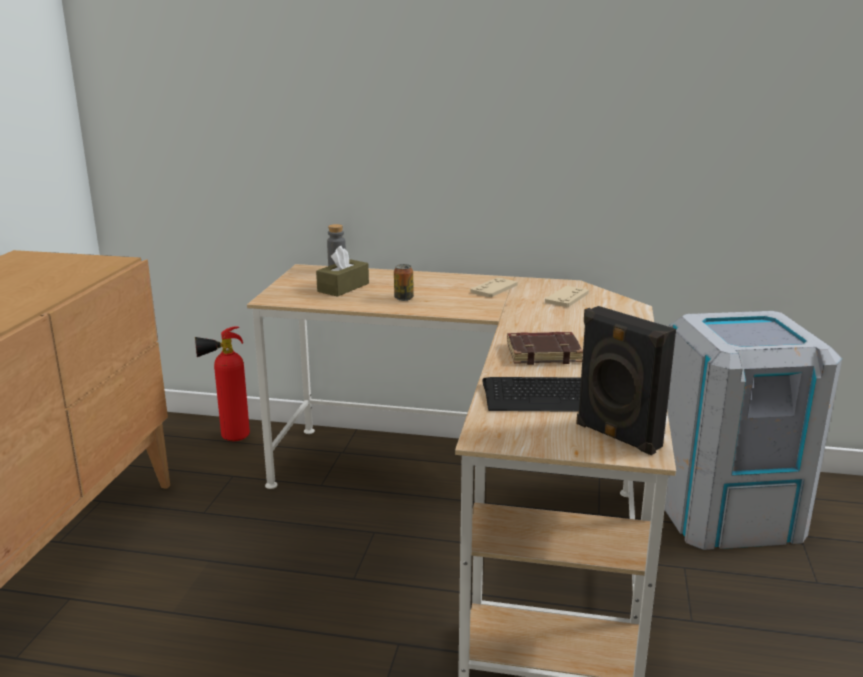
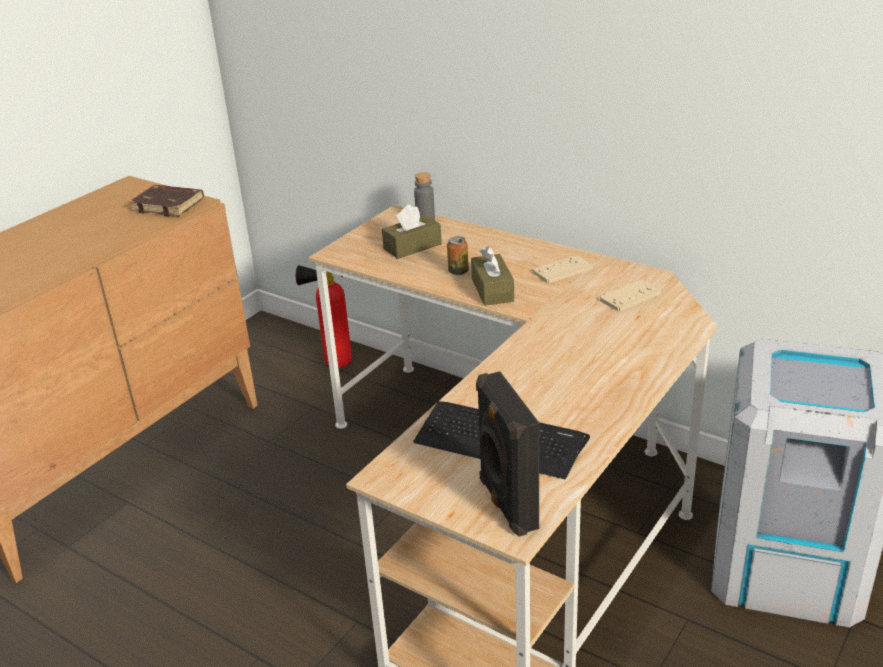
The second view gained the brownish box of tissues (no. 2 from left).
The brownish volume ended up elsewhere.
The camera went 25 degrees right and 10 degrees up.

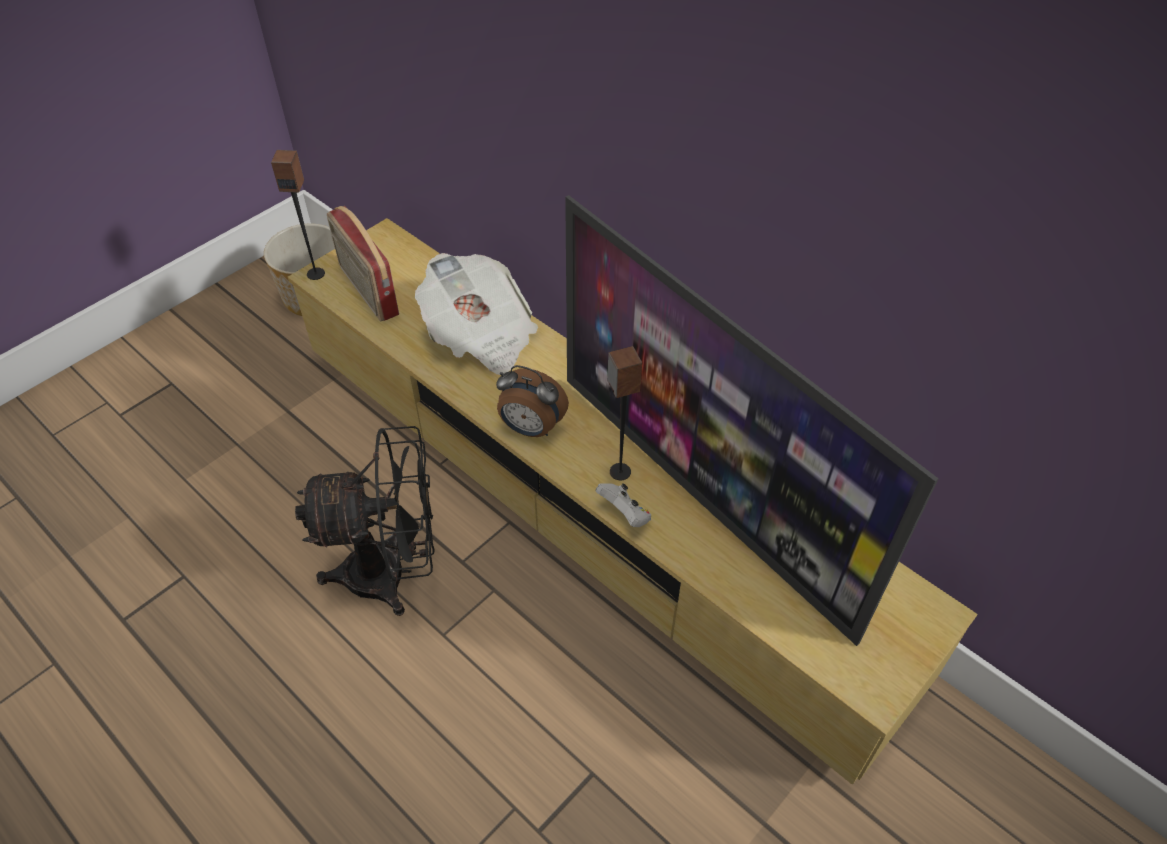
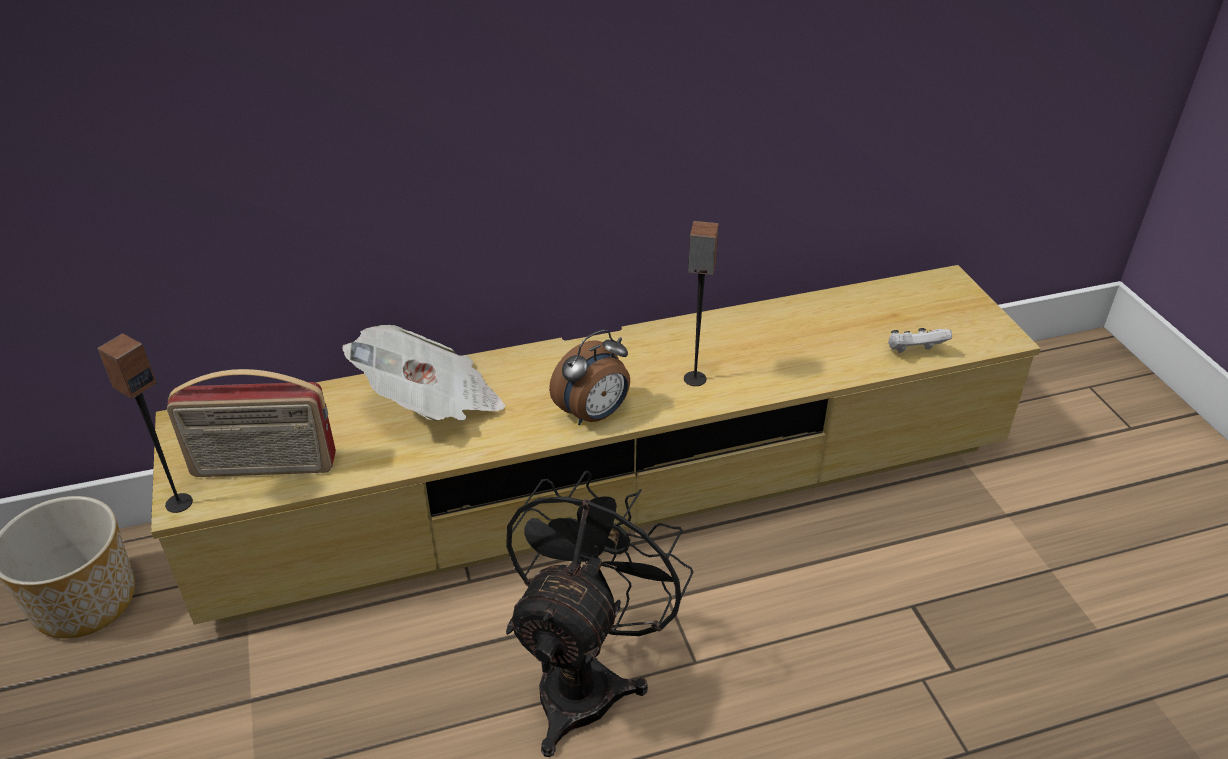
The second view lost the television.
The whitish joypad ended up elsewhere.
The camera went 60 degrees left and 10 degrees down.

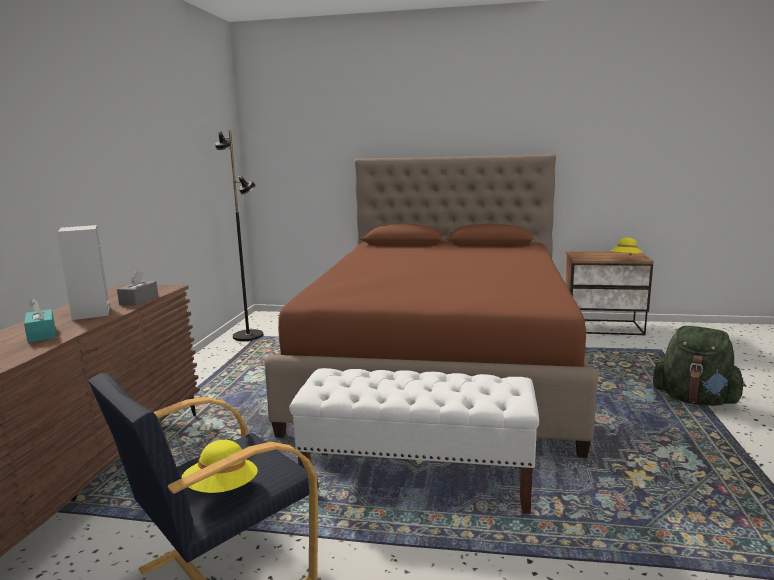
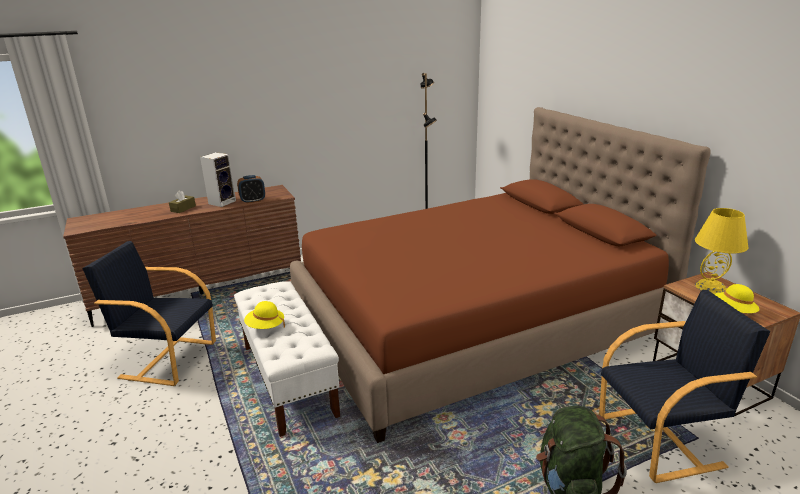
The second view gained the blackish armchair (no. 2 from left).
The second view gained the yellow-coloured table lamp.
The yellow-coloured hat (no. 1 from left) ended up elsewhere.
Where the grey box of tissues stood, the table clock came to stand.
What was the blue-green box of tissues turned into the brownish box of tissues.
The camera went 55 degrees right and 10 degrees up.

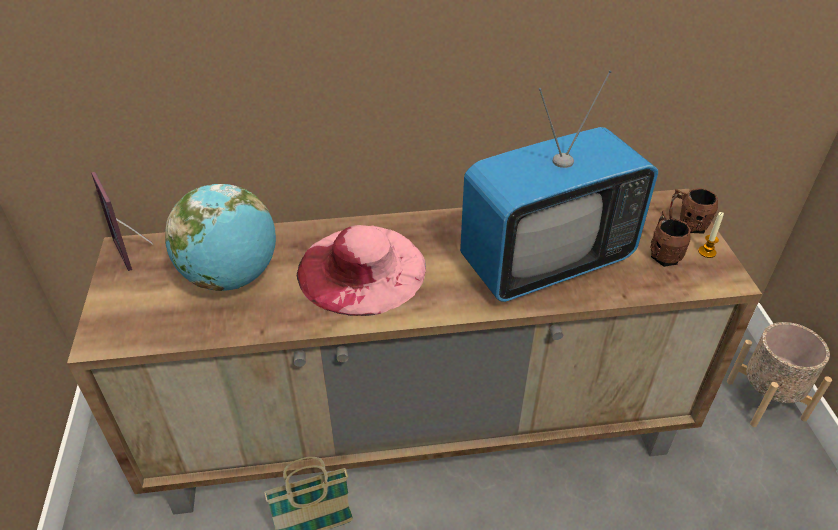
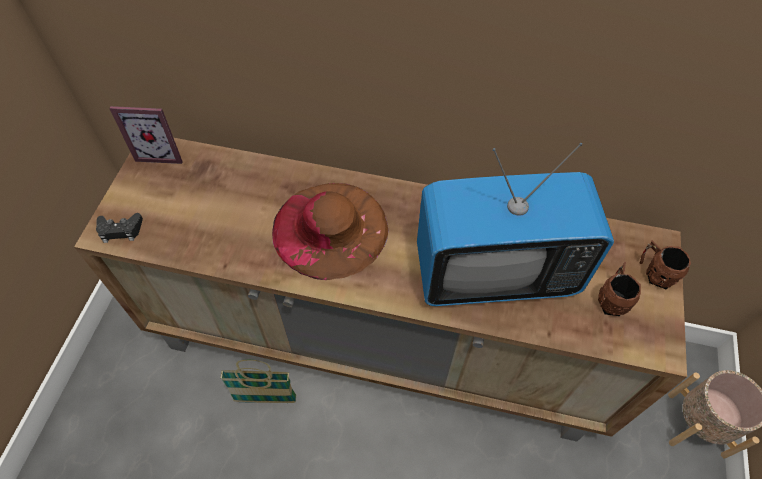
The second view lost the globe.
The second view lost the wax light.
The second view gained the blackish joypad.
What was the pink-coloured hat turned into the brownish hat.
The picture frame ended up facing another way, 75 degrees counterclockwise from before.
The camera went 20 degrees right and 15 degrees up.

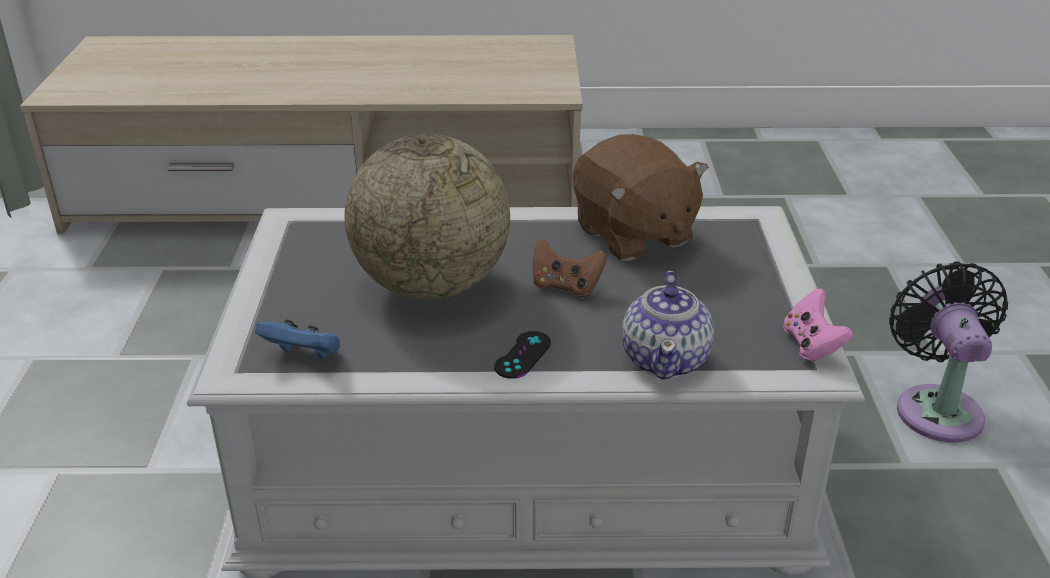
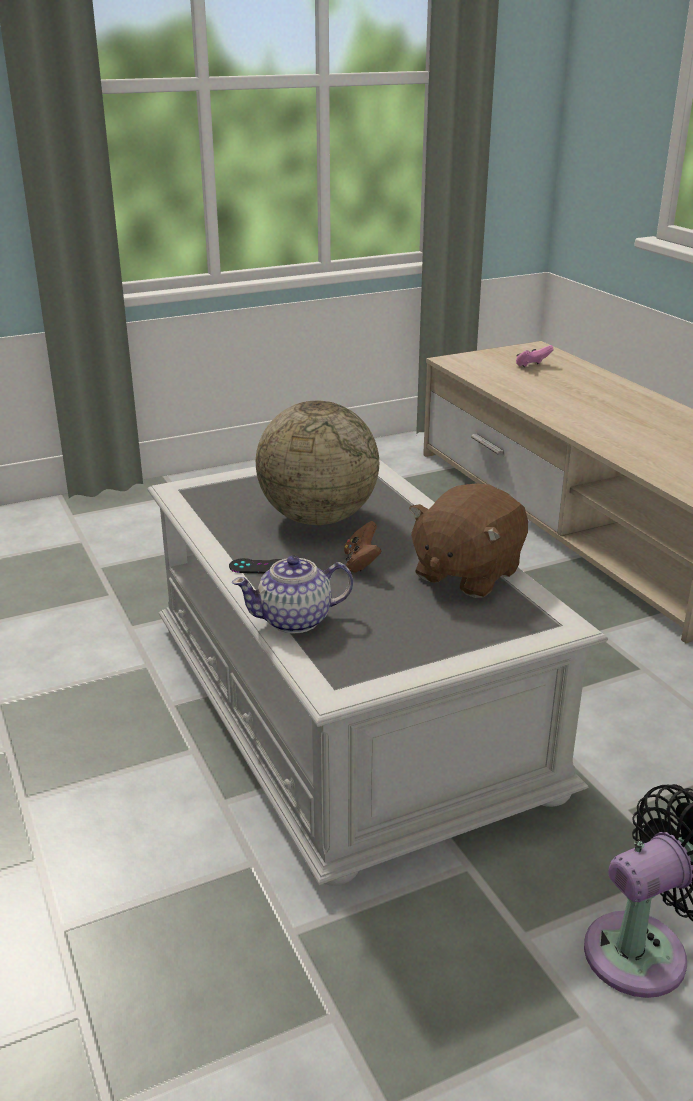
The second view lost the blue-coloured joypad.
The pink-coloured joypad ended up elsewhere.
The camera went 65 degrees right and 5 degrees down.

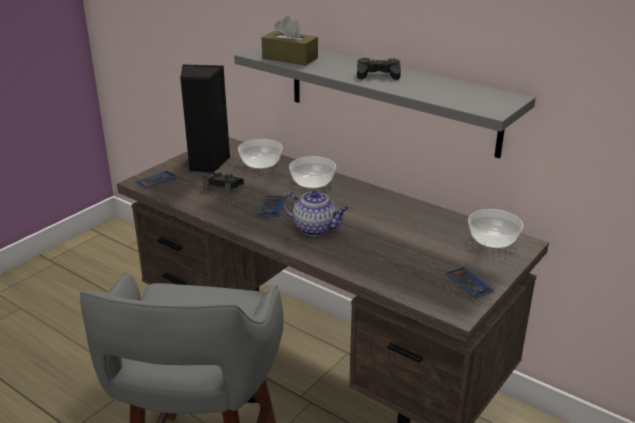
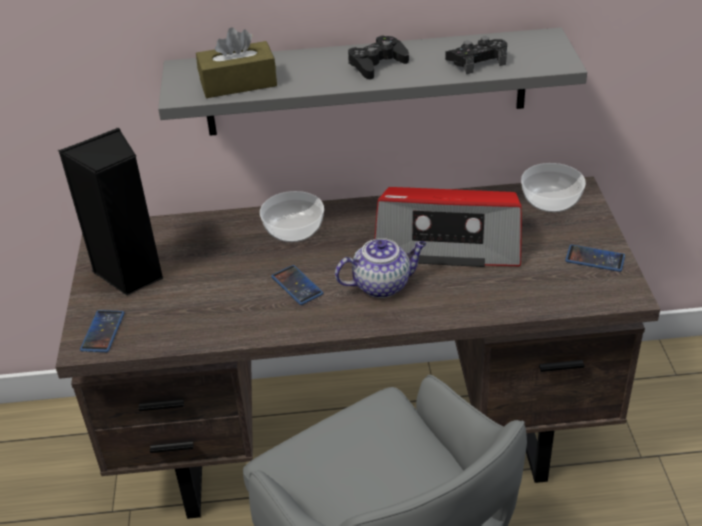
The second view lost the deep dish (no. 1 from left).
The second view gained the radio set.
The blackish joypad (no. 1 from left in the first image) ended up elsewhere.
The camera went 40 degrees left and 10 degrees up.

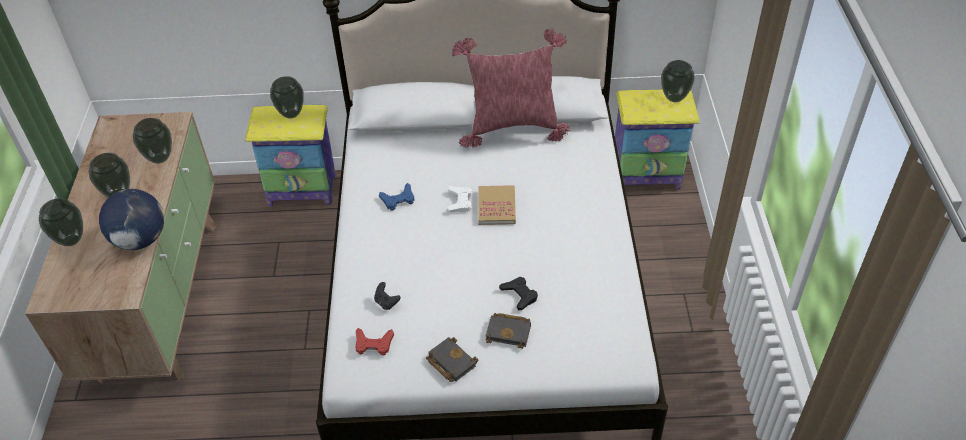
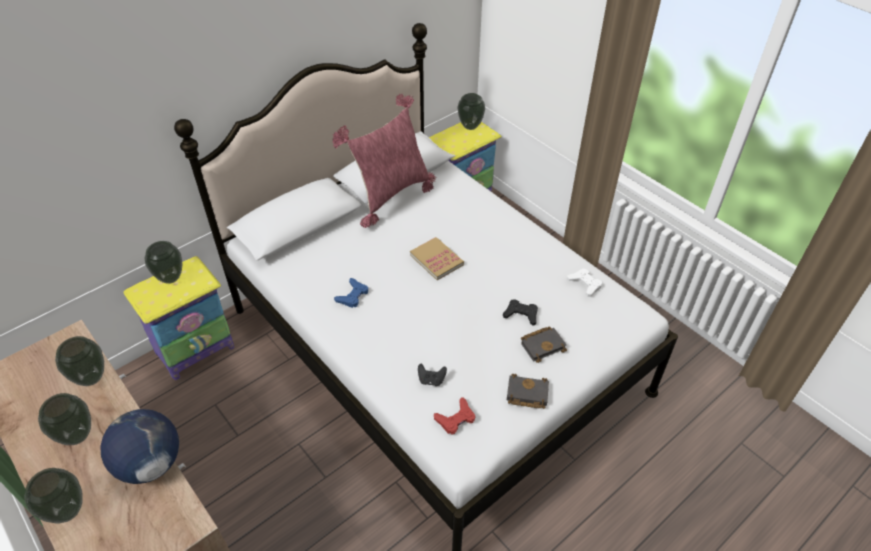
The whitish joypad ended up elsewhere.
The camera went 40 degrees left and 0 degrees up.

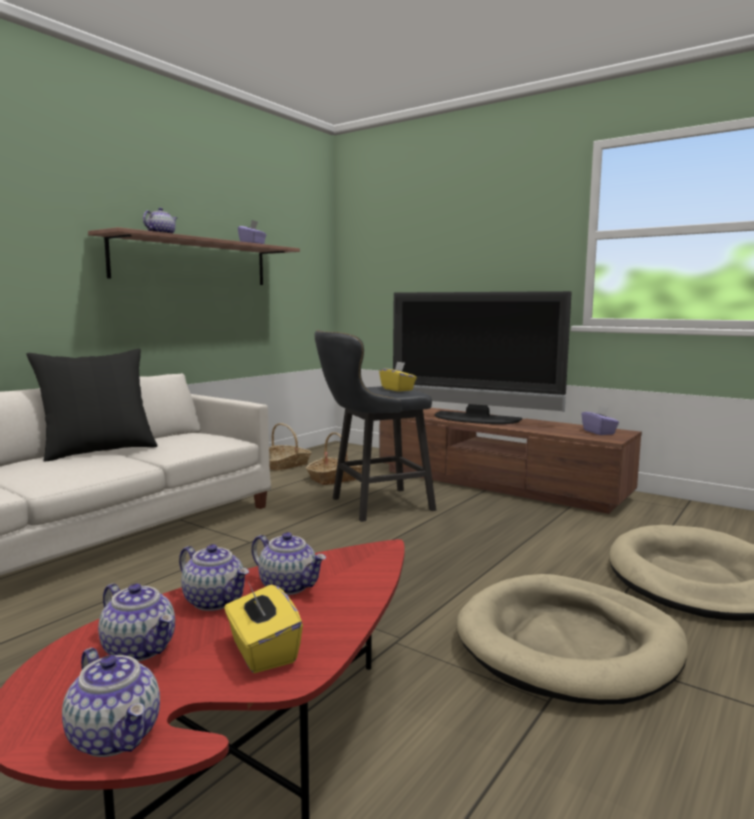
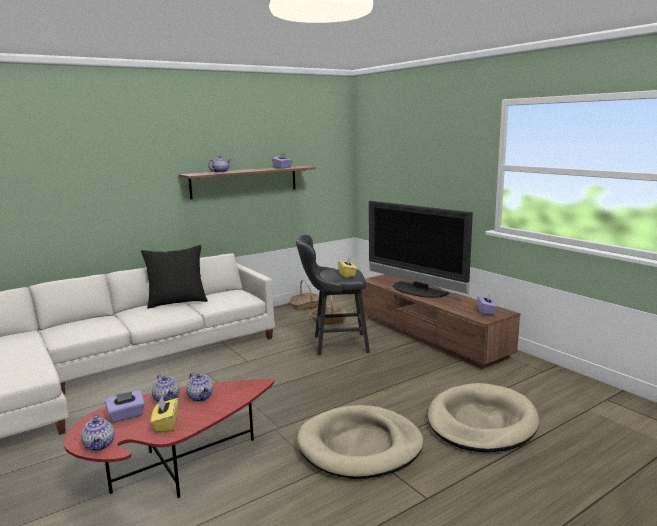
Where the tea pot (no. 2 from left) stood, the purple box of tissues (no. 1 from left) came to stand.
The camera went 20 degrees right and 5 degrees up.

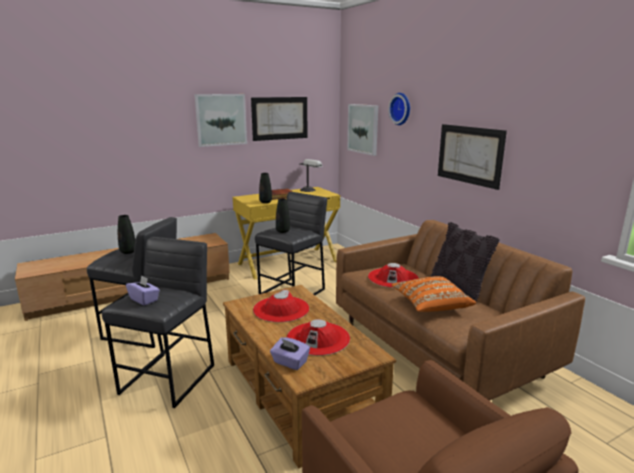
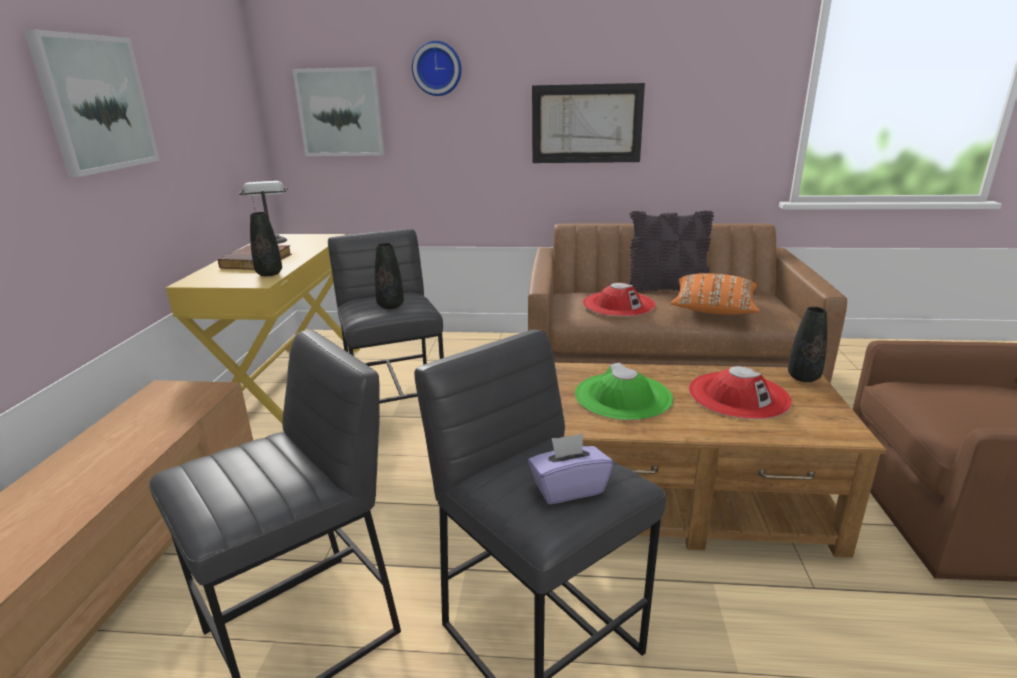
The second view lost the wall picture (no. 2 from left).
The second view lost the purple box of tissues (no. 2 from left).
The blackish vase (no. 1 from left in the first image) ended up elsewhere.
What was the red hat (no. 1 from left) turned into the green-coloured hat.
The camera went 55 degrees left and 5 degrees up.

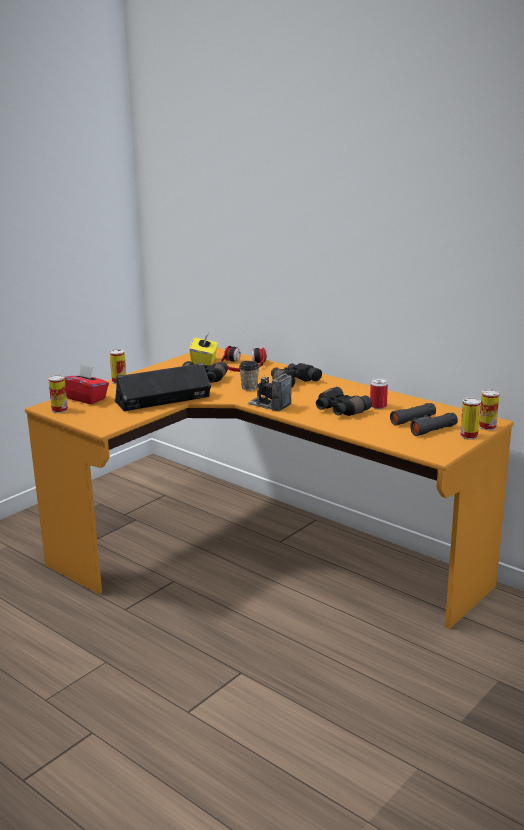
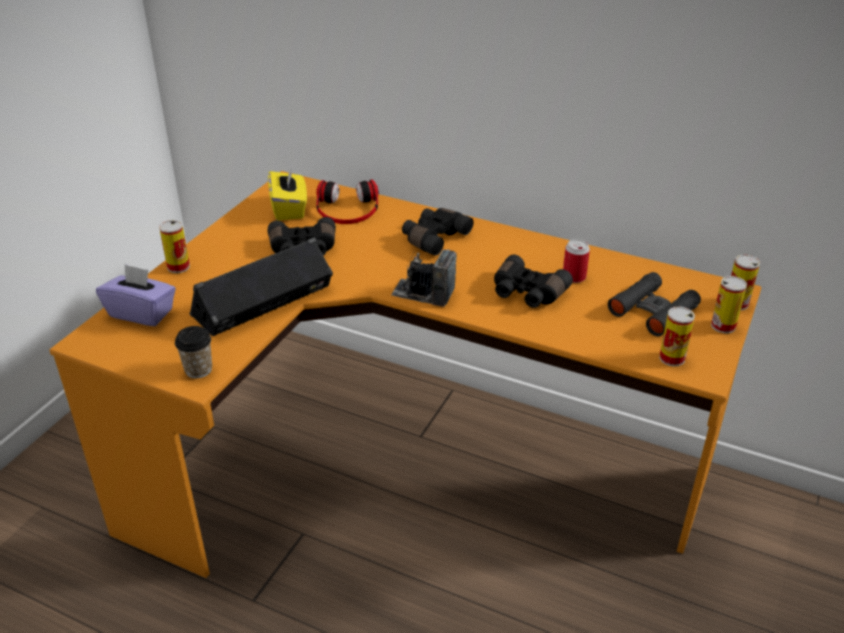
The sealed can (no. 1 from left in the first image) ended up elsewhere.
The drinking cup ended up elsewhere.
What was the red box of tissues turned into the purple box of tissues.
The camera went 15 degrees left and 15 degrees up.

